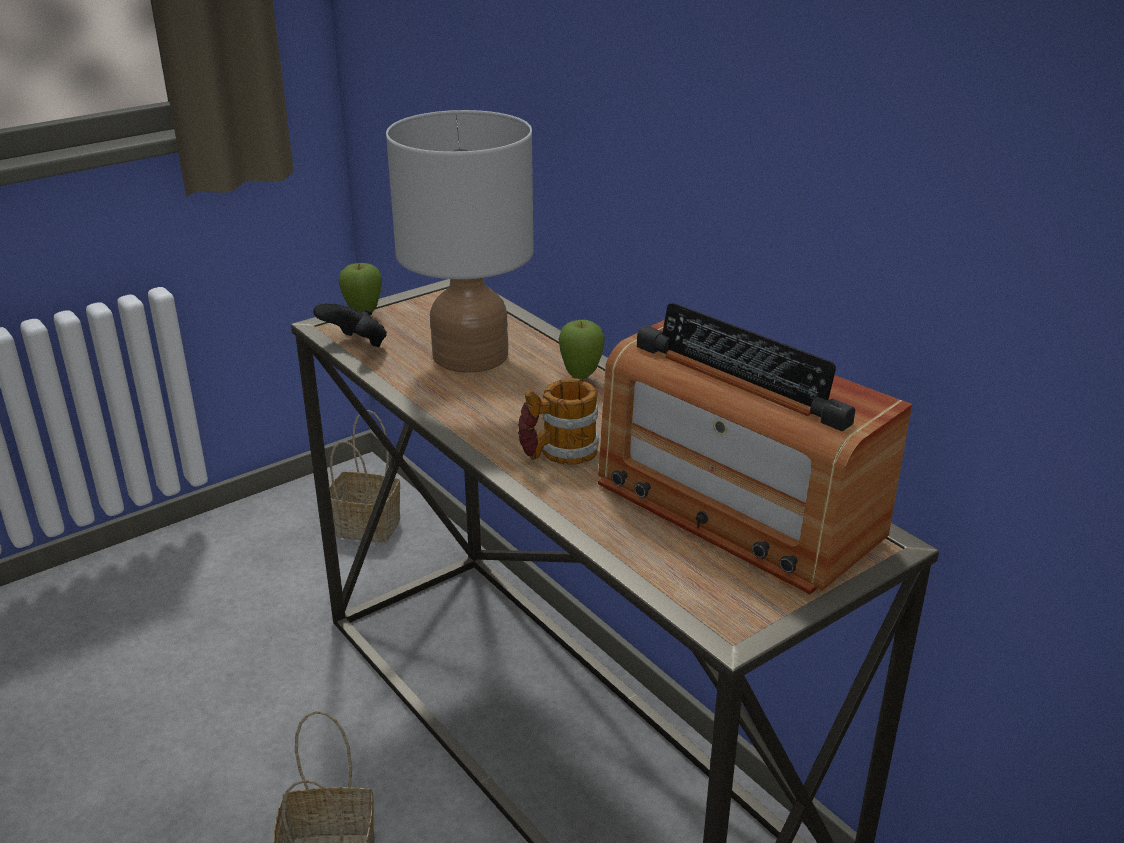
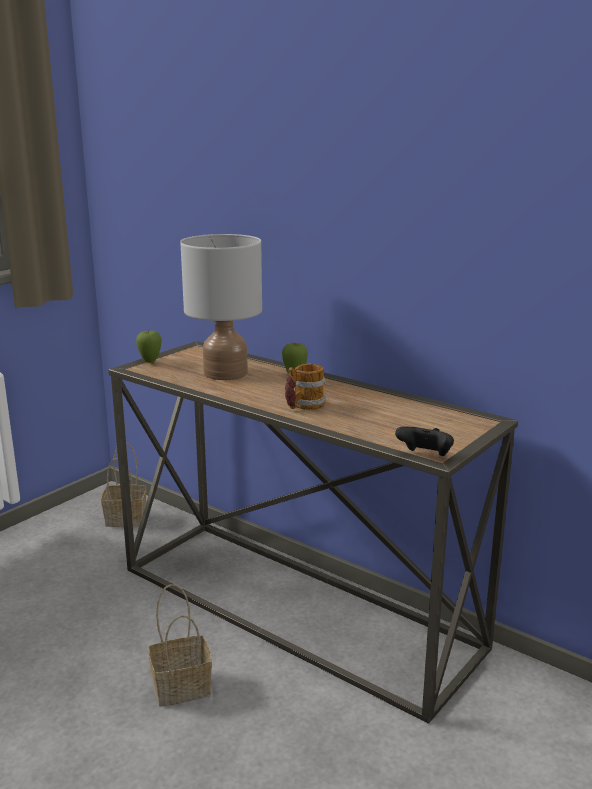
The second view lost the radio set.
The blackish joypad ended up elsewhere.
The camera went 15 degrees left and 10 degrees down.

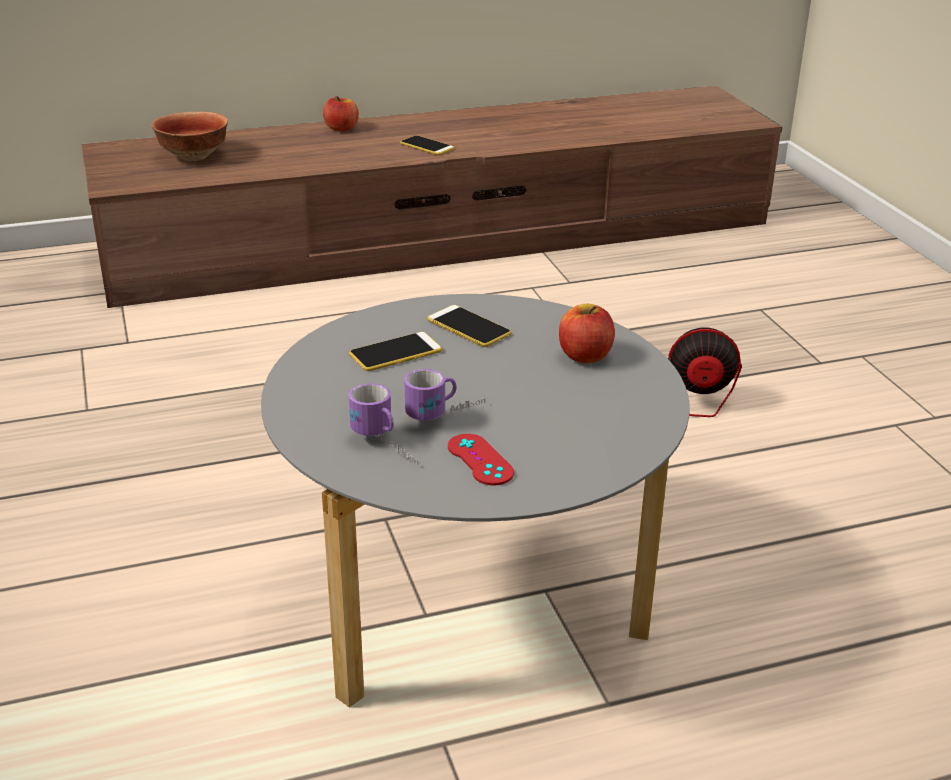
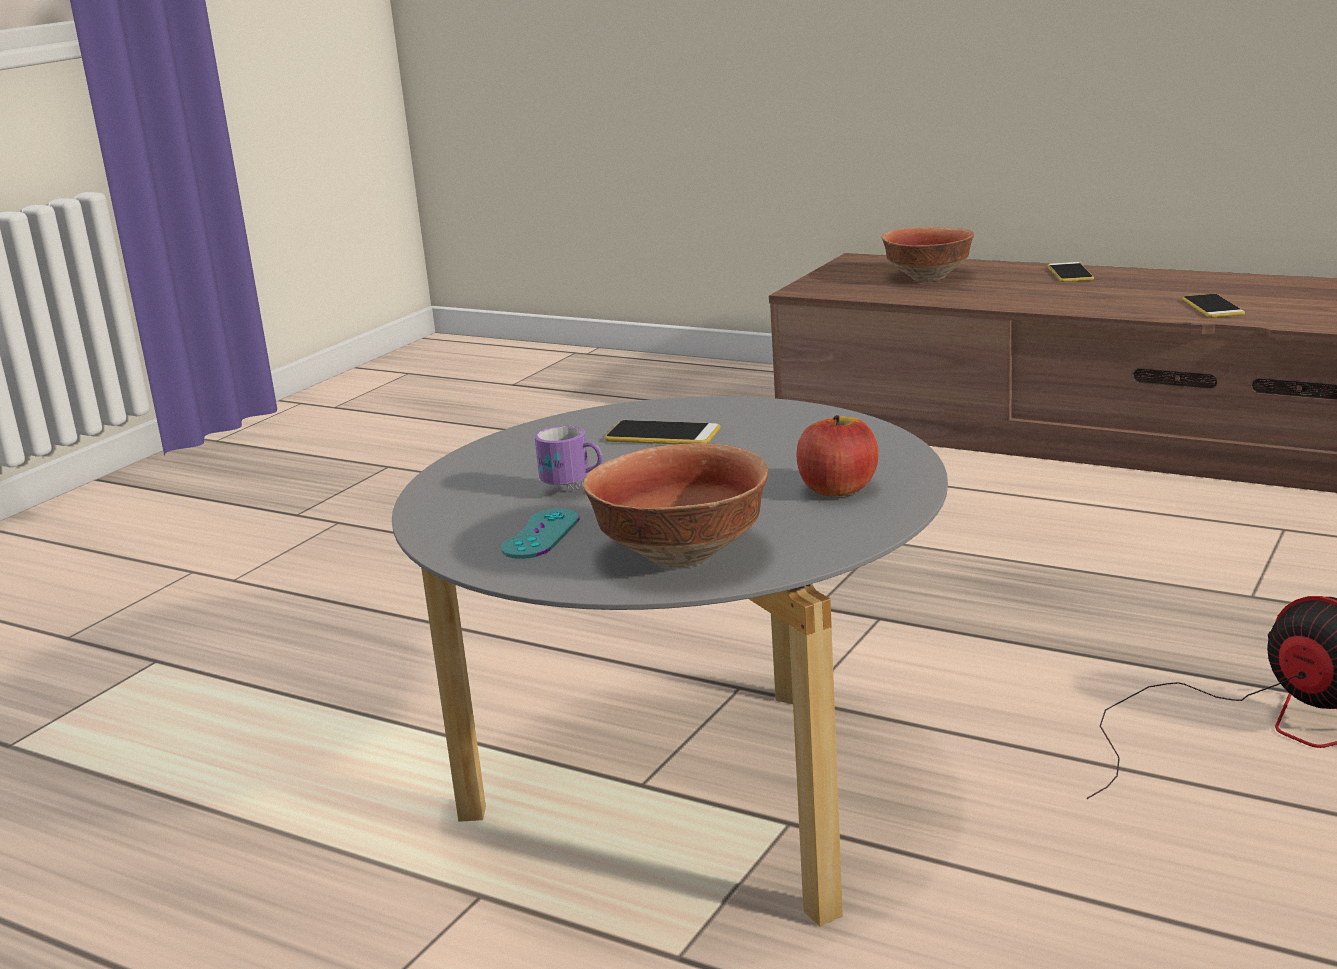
The second view lost the apple fruit (no. 1 from left).
The second view lost the mug (no. 1 from left).
The second view gained the deep dish (no. 1 from left).
The telephone (no. 3 from left in the first image) ended up elsewhere.
What was the red joypad turned into the blue-green joypad.
The camera went 50 degrees right and 10 degrees down.

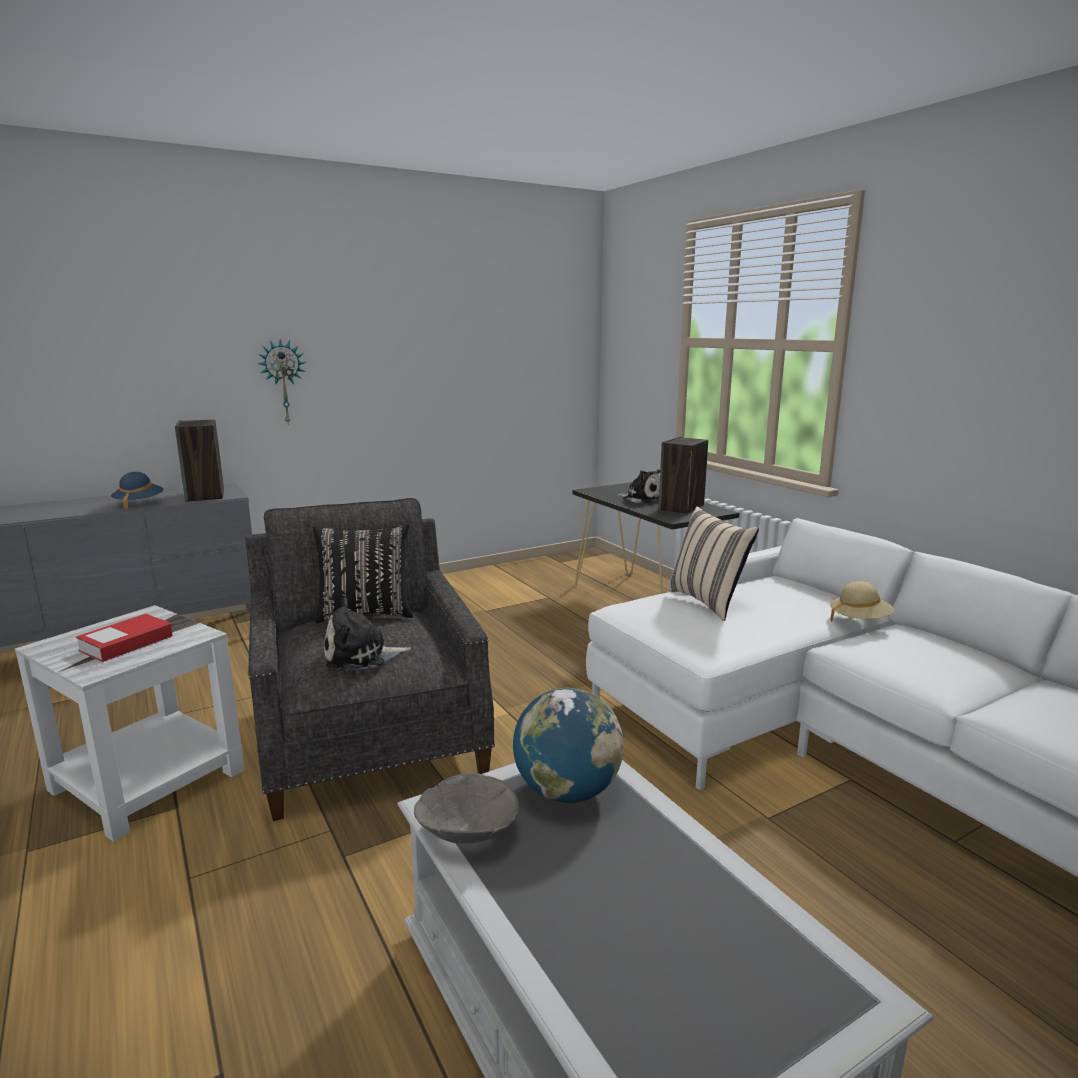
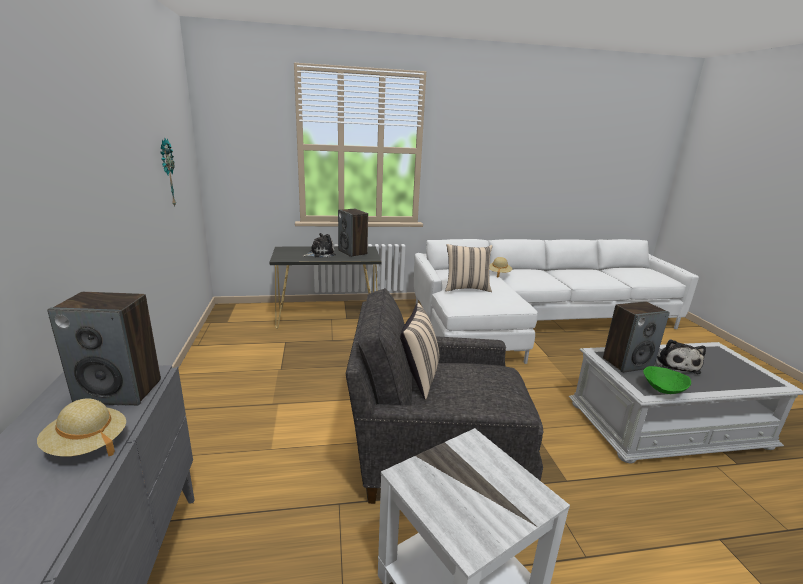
The second view lost the volume.
The clock on the wall ended up elsewhere.
The plush toy (no. 1 from left in the first image) ended up elsewhere.
Where the globe stood, the audio speaker (no. 3 from left) came to stand.
What was the blue-coloured hat turned into the sand-coloured hat (no. 1 from left).
What was the blackish cushion turned into the sand-coloured cushion (no. 1 from left).
What was the grey deep dish turned into the green-coloured deep dish.
The camera went 70 degrees left and 5 degrees up.

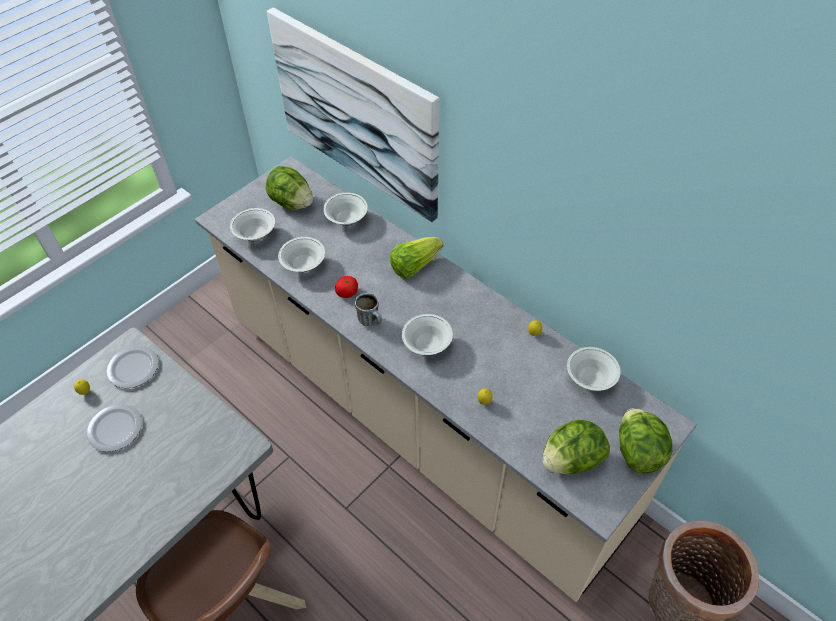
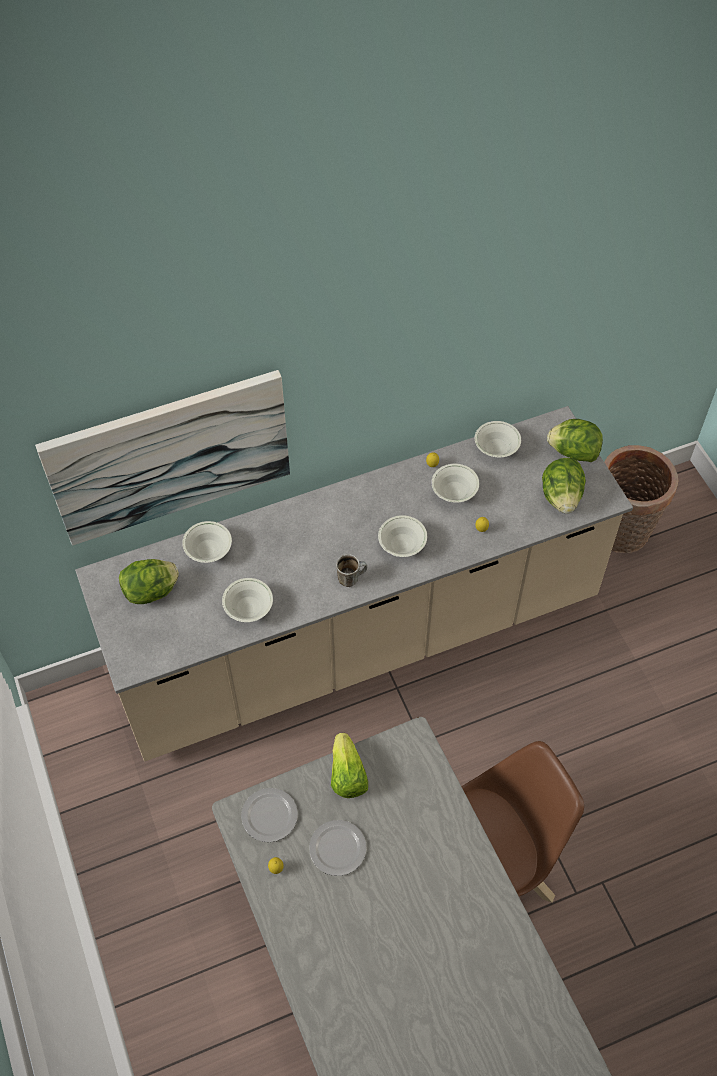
The second view lost the whole tomato.
The whitish deep dish (no. 1 from left in the first image) ended up elsewhere.
The head of lettuce (no. 2 from left) ended up elsewhere.
The camera went 65 degrees left and 5 degrees up.

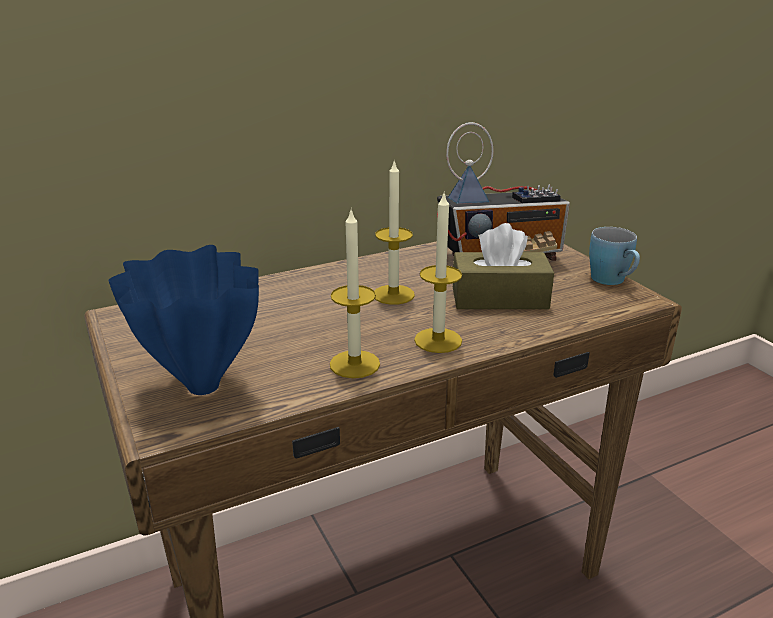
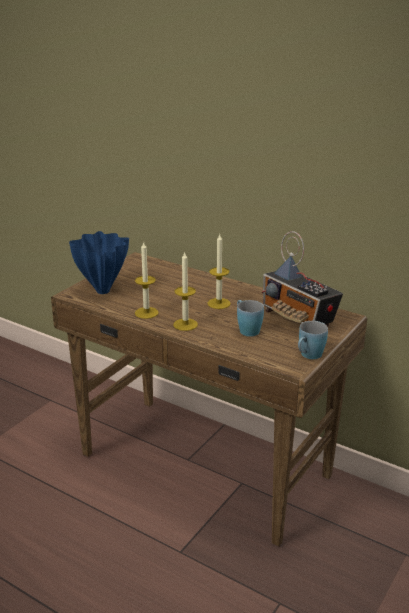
Where the brownish box of tissues stood, the blue-coloured mug (no. 1 from left) came to stand.
The camera went 60 degrees right and 0 degrees up.

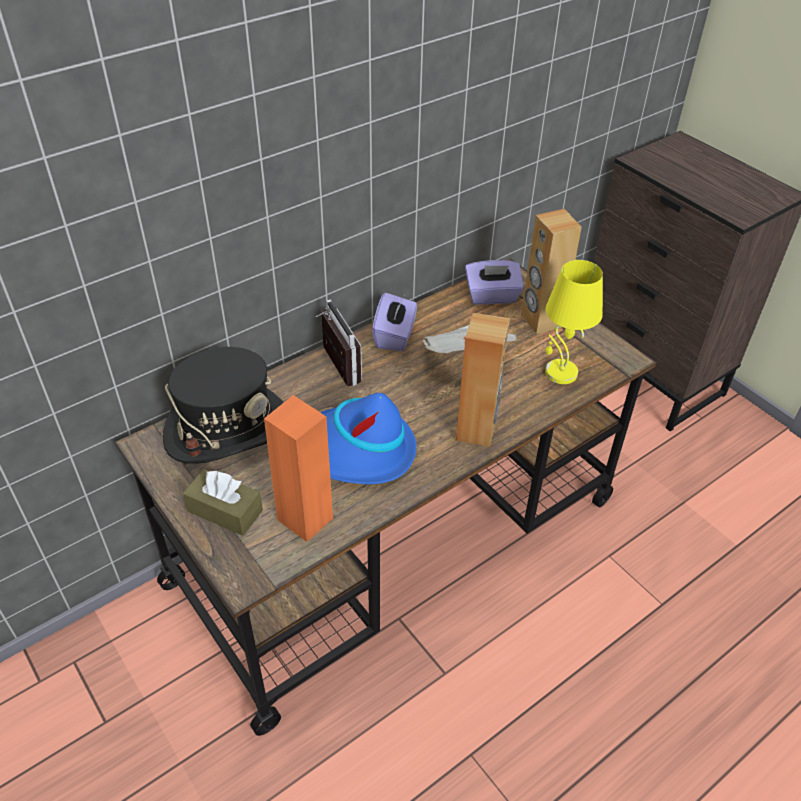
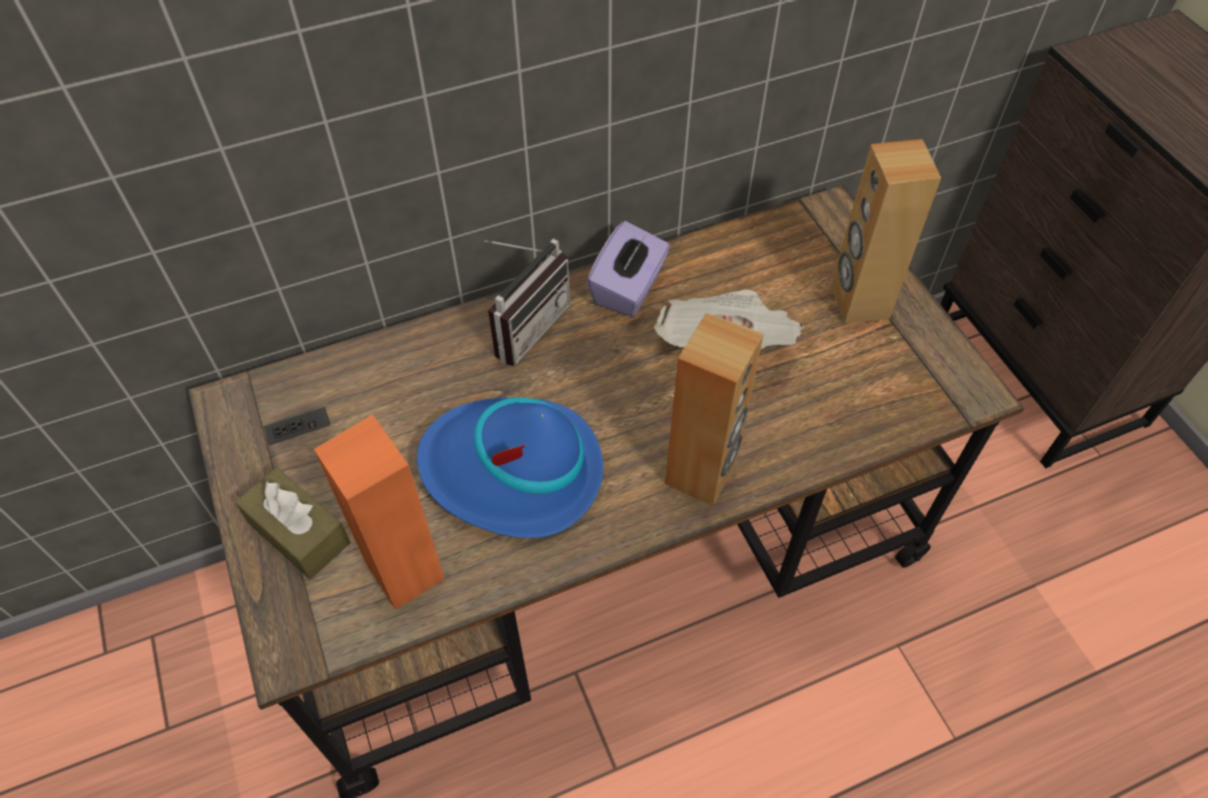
The second view lost the blackish hat.
The second view lost the purple box of tissues (no. 2 from left).
The second view lost the yellow-coloured table lamp.
The radio set ended up facing another way, 45 degrees clockwise from before.
The camera went 15 degrees right and 10 degrees up.

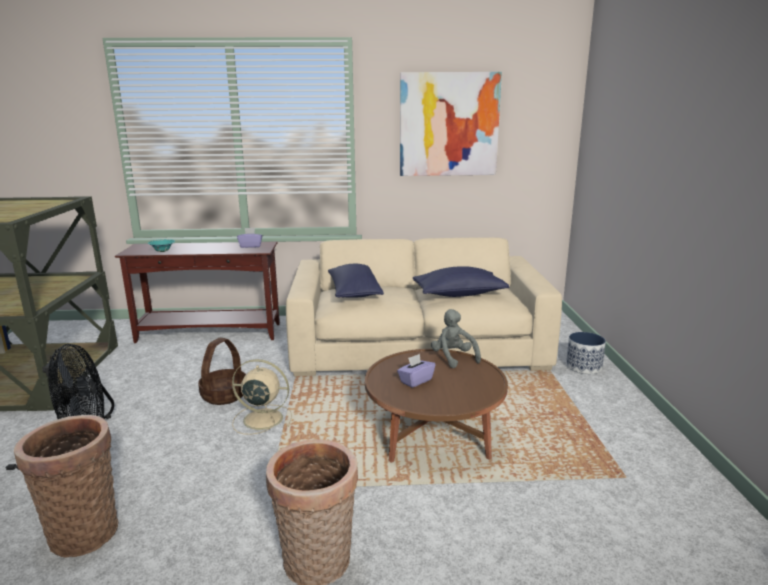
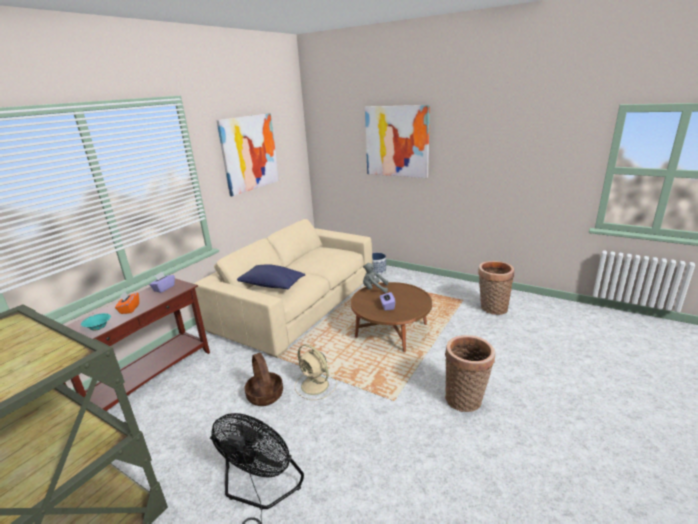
The second view lost the blue-coloured cushion (no. 2 from left).
The second view gained the orange box of tissues.
The second view gained the wall picture (no. 2 from left).
The storage basket (no. 1 from left in the first image) ended up elsewhere.
The sand-coloured fan ended up facing another way, 90 degrees counterclockwise from before.
The camera went 55 degrees left and 5 degrees up.

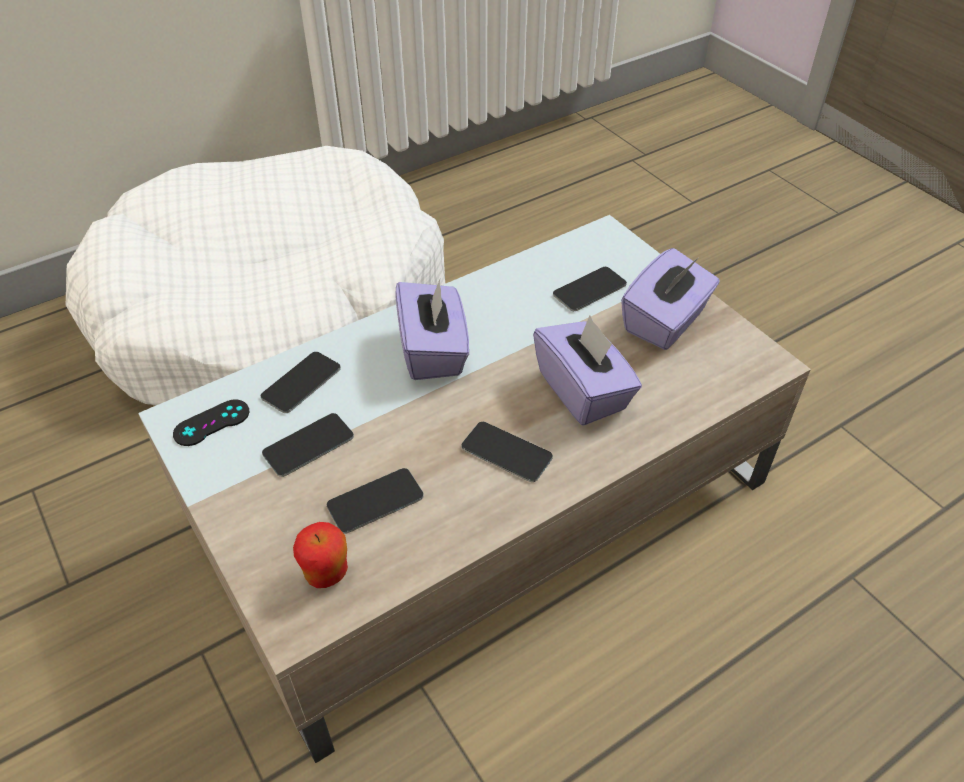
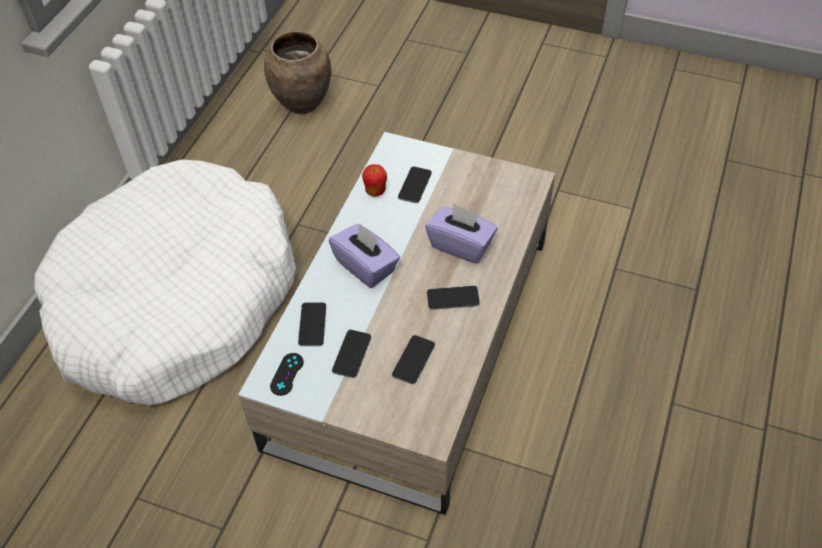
The second view lost the purple box of tissues (no. 3 from left).
The second view gained the brownish vase.
The apple fruit ended up elsewhere.
The camera went 35 degrees left and 5 degrees up.

